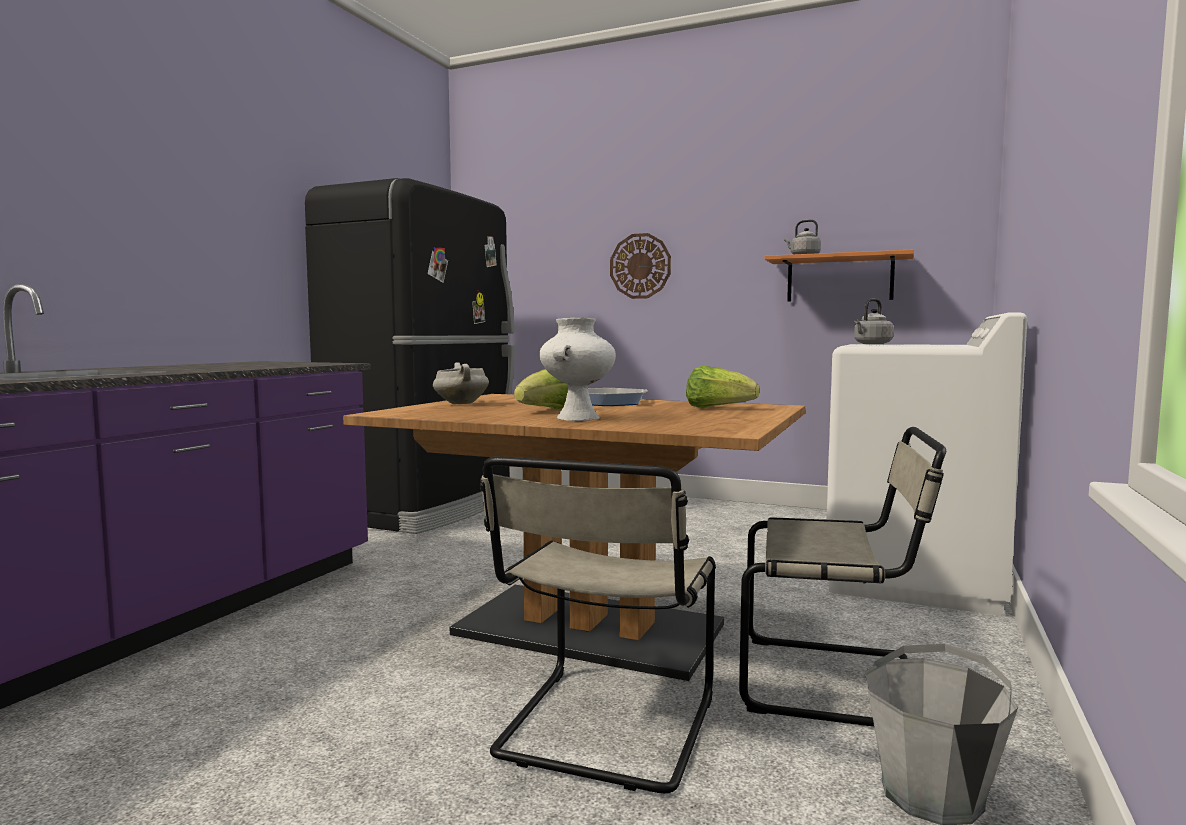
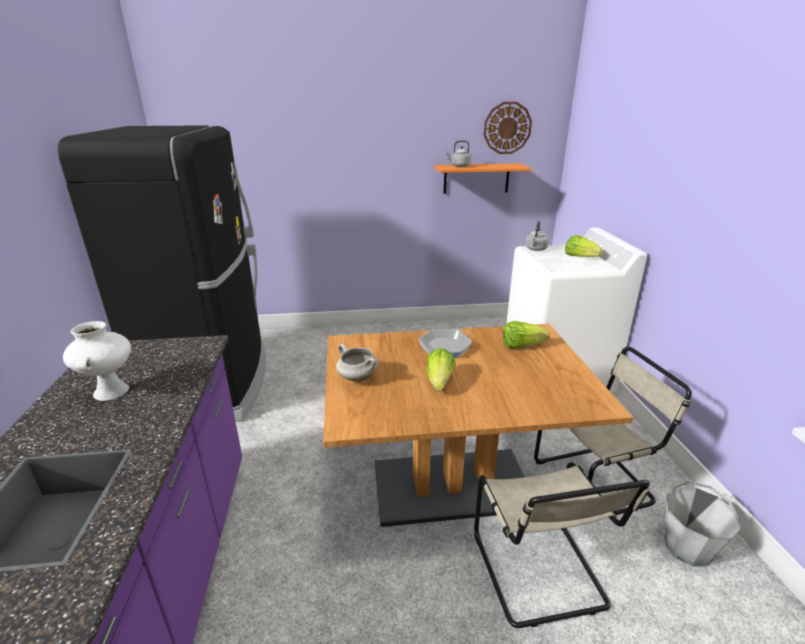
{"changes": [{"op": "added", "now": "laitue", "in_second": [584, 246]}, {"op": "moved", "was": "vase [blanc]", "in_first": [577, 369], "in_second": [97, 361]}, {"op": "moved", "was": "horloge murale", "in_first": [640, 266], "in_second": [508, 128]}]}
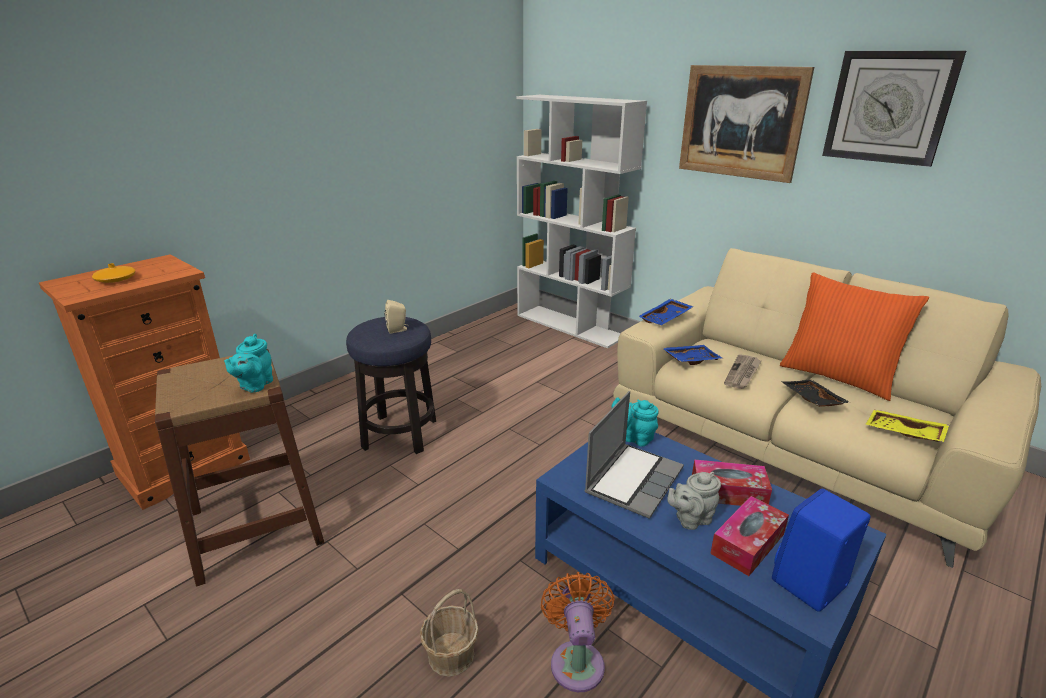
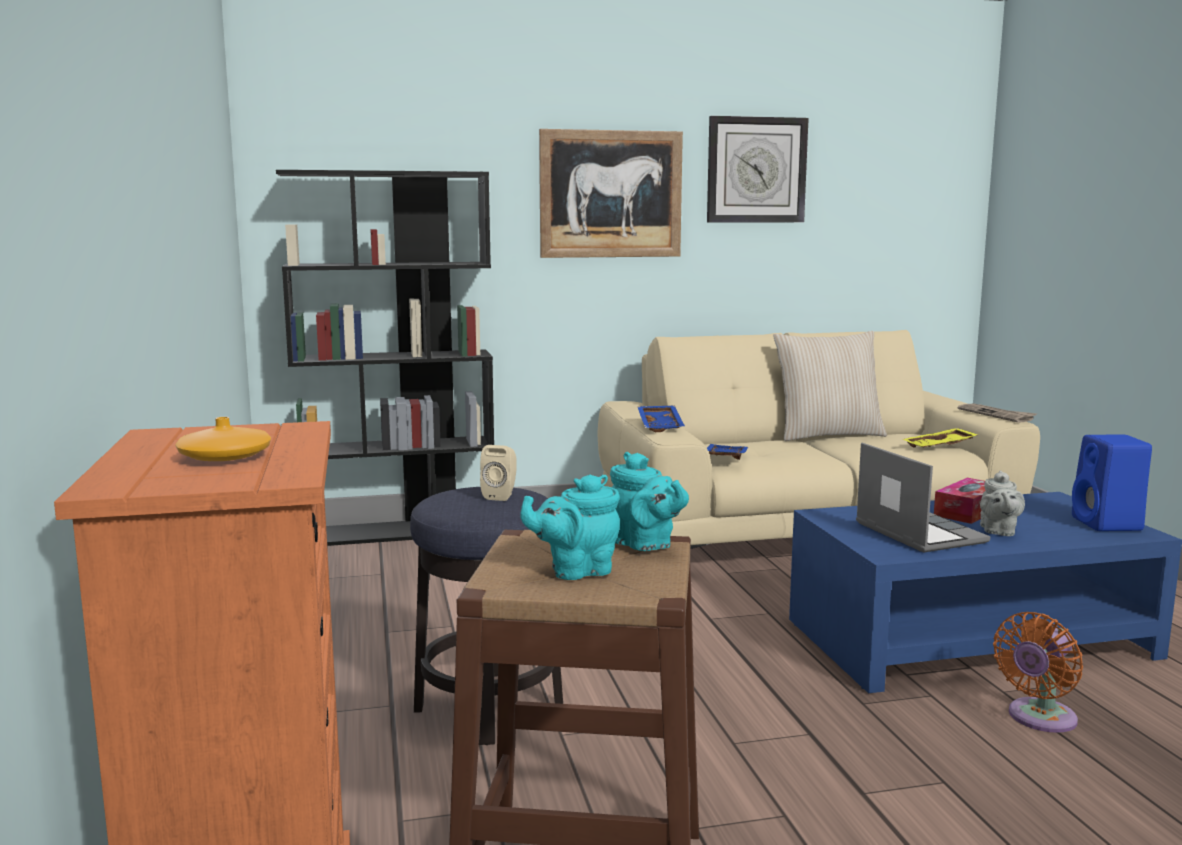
{"changes": [{"op": "removed", "was": "panier", "in_first": [449, 633]}, {"op": "removed", "was": "boîte à mouchoirs", "in_first": [749, 536]}, {"op": "removed", "was": "plateau [noir]", "in_first": [816, 393]}, {"op": "moved", "was": "théière [turquoise]", "in_first": [635, 421], "in_second": [570, 527]}, {"op": "moved", "was": "journal", "in_first": [742, 371], "in_second": [997, 413]}, {"op": "recoloured", "was": "bibliothèque [blanc]", "now": "bibliothèque [noir]", "in_first": [581, 221], "in_second": [385, 358]}, {"op": "recoloured", "was": "coussin [orange]", "now": "coussin [beige]", "in_first": [854, 336], "in_second": [830, 386]}, {"op": "turned", "was": "ventilateur [orange]", "in_first": [578, 632], "in_second": [1038, 672], "clockwise": -75}]}
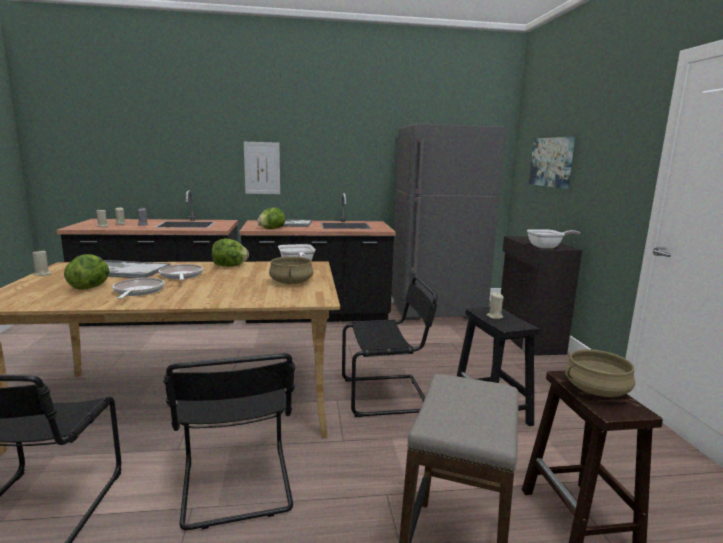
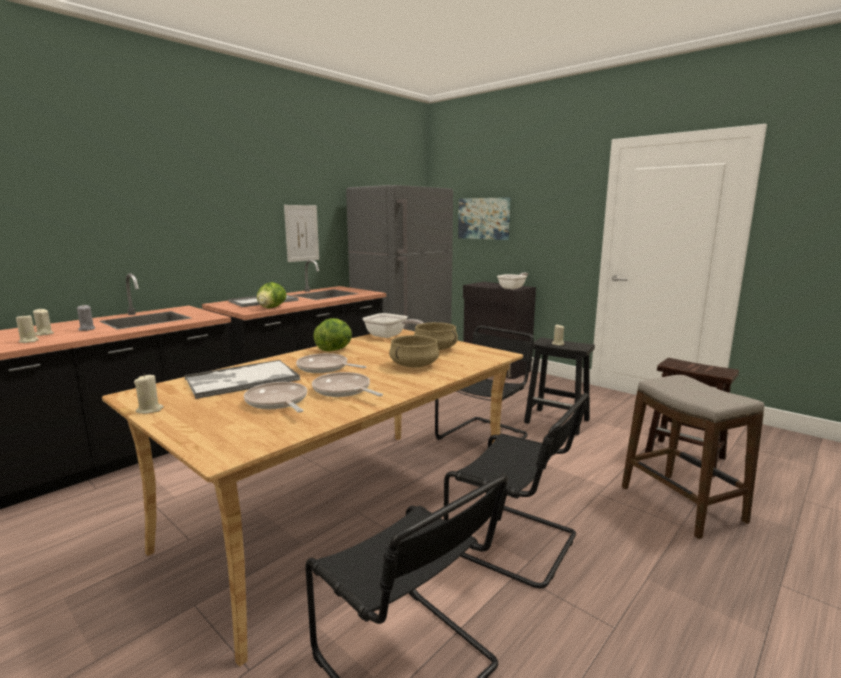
{"changes": [{"op": "moved", "was": "tableau", "in_first": [262, 168], "in_second": [301, 233]}, {"op": "moved", "was": "marmite [beige]", "in_first": [600, 373], "in_second": [414, 351]}, {"op": "replaced", "was": "laitue", "now": "poêle", "in_first": [87, 272], "in_second": [275, 397]}]}
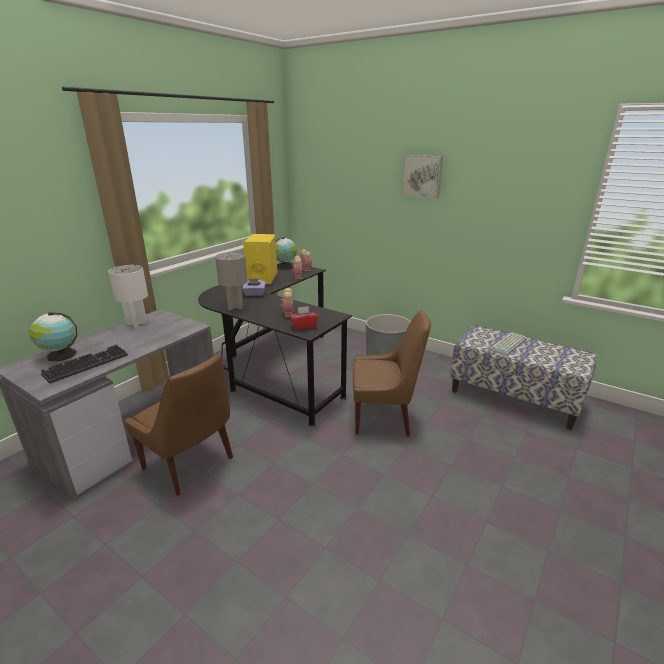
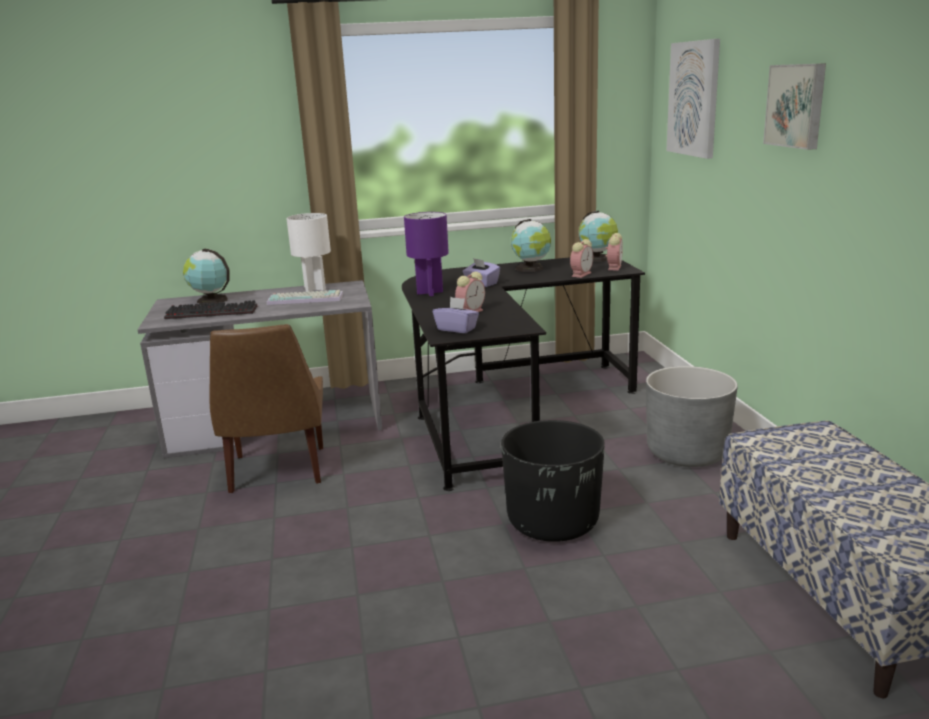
{"changes": [{"op": "added", "now": "tableau", "in_second": [693, 99]}, {"op": "moved", "was": "clavier", "in_first": [508, 344], "in_second": [305, 297]}, {"op": "replaced", "was": "enceinte [jaune]", "now": "globe", "in_first": [260, 259], "in_second": [531, 245]}, {"op": "replaced", "was": "chaise [marron]", "now": "cache-pot [noir]", "in_first": [392, 373], "in_second": [553, 481]}, {"op": "recoloured", "was": "lampe de table [gris]", "now": "lampe de table [violet]", "in_first": [231, 281], "in_second": [426, 254]}, {"op": "recoloured", "was": "boîte à mouchoirs [rouge]", "now": "boîte à mouchoirs [violet]", "in_first": [304, 318], "in_second": [456, 315]}]}
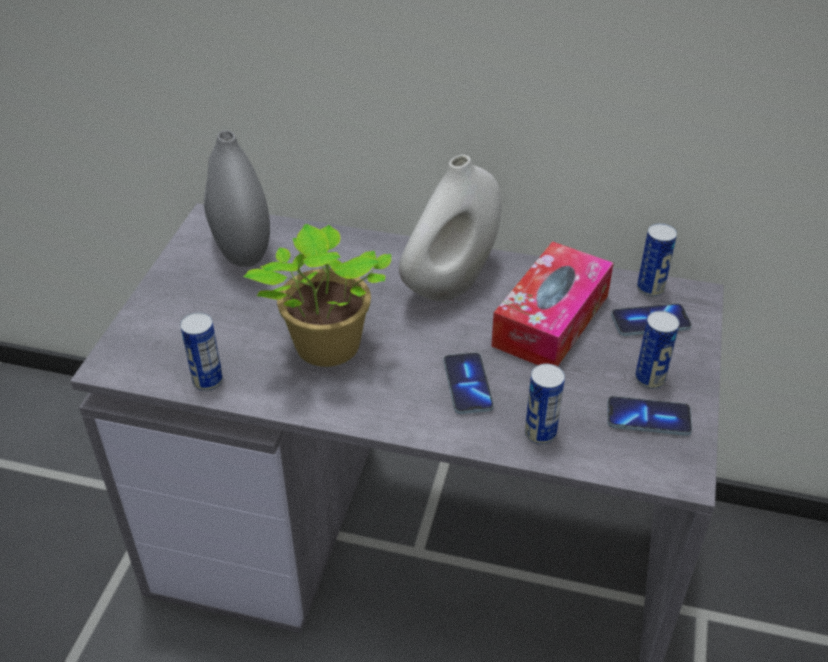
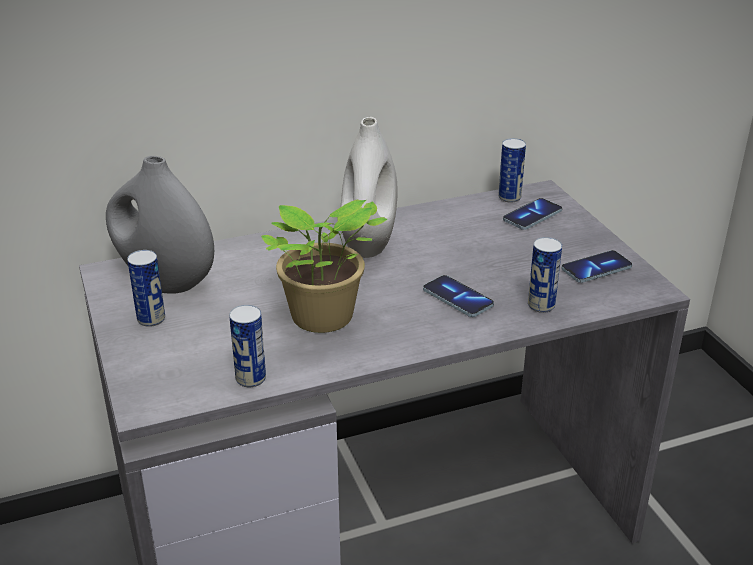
{"changes": [{"op": "removed", "was": "boîte à mouchoirs", "in_first": [552, 303]}, {"op": "moved", "was": "boîte métallique", "in_first": [657, 350], "in_second": [146, 288]}]}
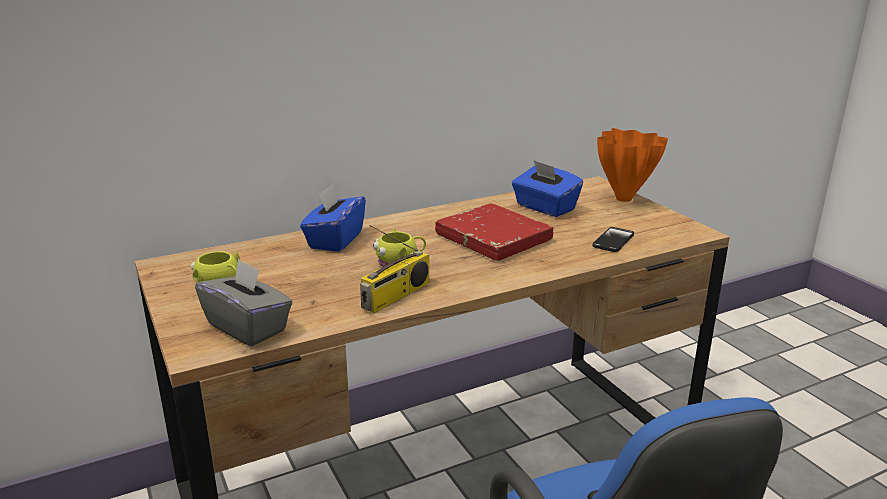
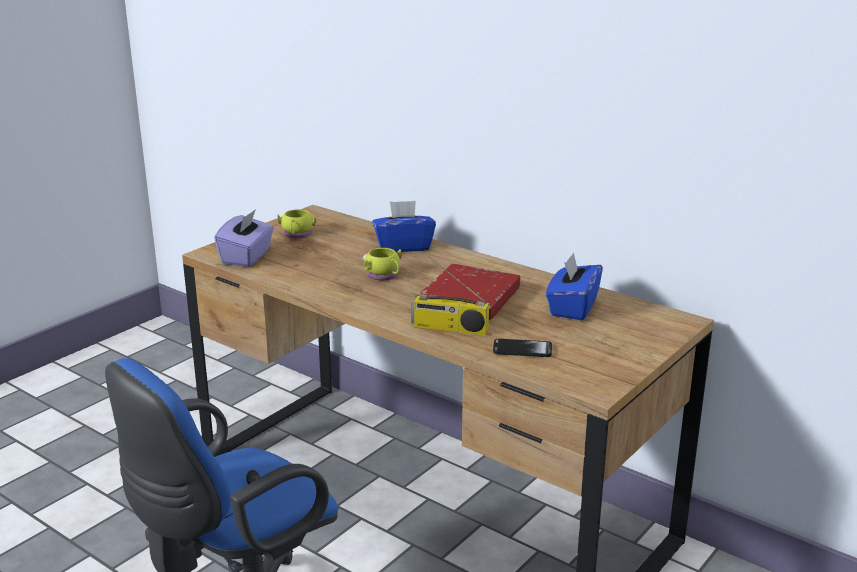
{"changes": [{"op": "removed", "was": "vase [orange]", "in_first": [632, 165]}, {"op": "moved", "was": "radio", "in_first": [394, 269], "in_second": [450, 296]}, {"op": "recoloured", "was": "boîte à mouchoirs [gris]", "now": "boîte à mouchoirs [violet]", "in_first": [244, 302], "in_second": [244, 238]}]}
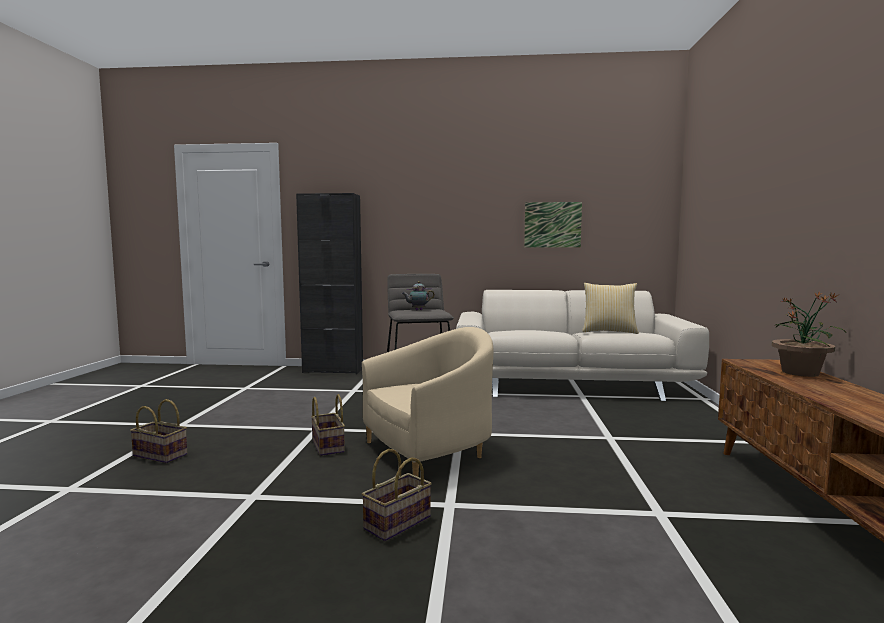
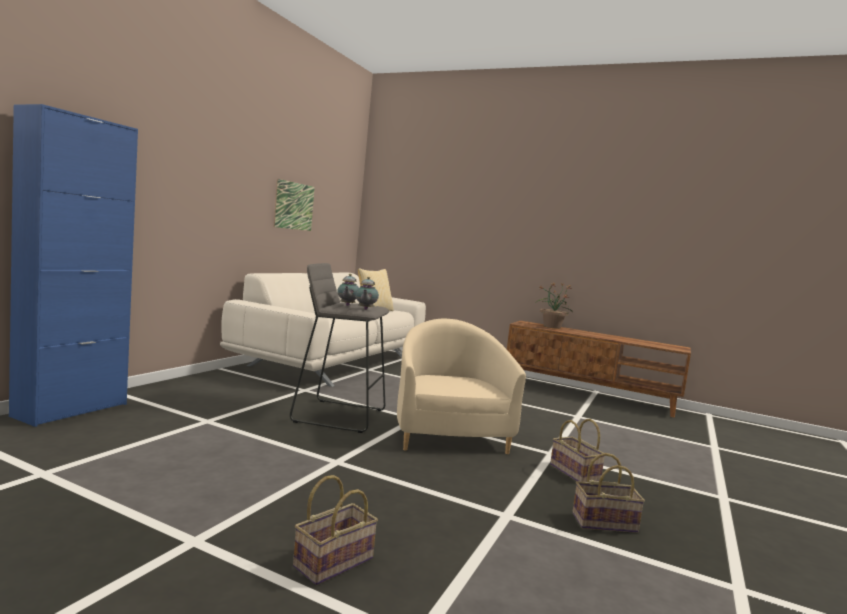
{"changes": [{"op": "added", "now": "théière", "in_second": [367, 293]}, {"op": "moved", "was": "panier", "in_first": [328, 425], "in_second": [608, 493]}, {"op": "recoloured", "was": "meuble de rangement [noir]", "now": "meuble de rangement [bleu]", "in_first": [329, 283], "in_second": [73, 265]}]}
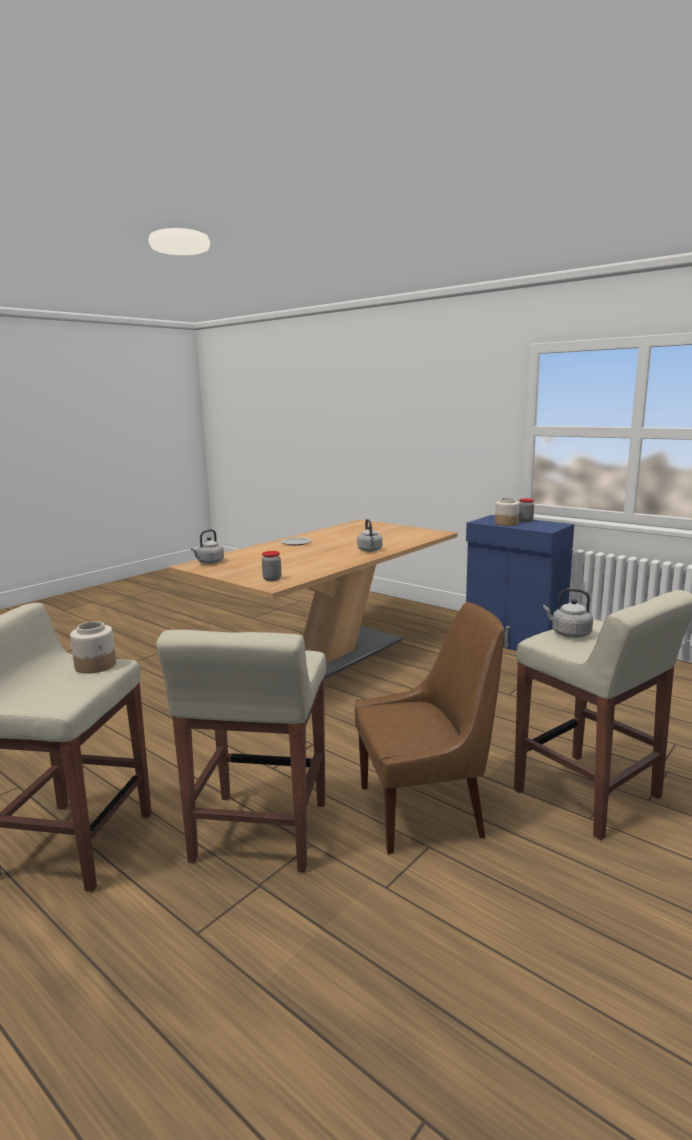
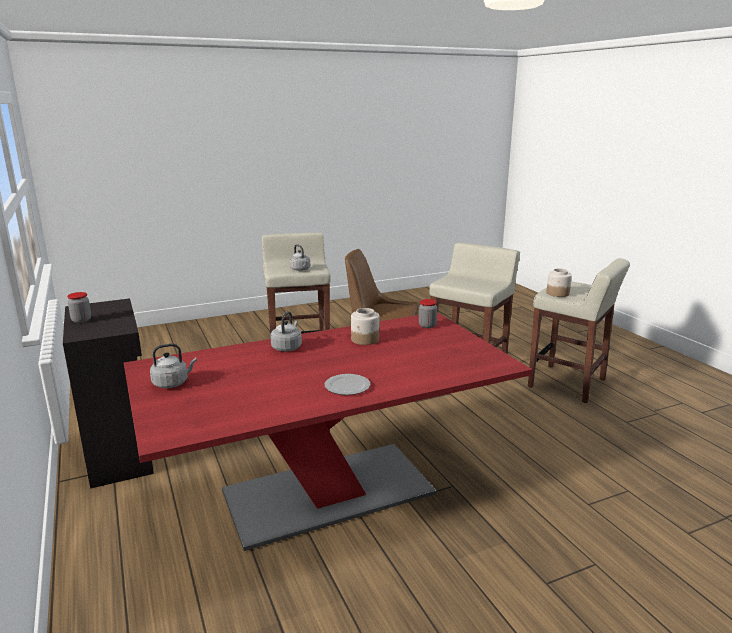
{"changes": [{"op": "moved", "was": "bouilloire [gris]", "in_first": [207, 546], "in_second": [173, 365]}, {"op": "moved", "was": "bocal", "in_first": [507, 512], "in_second": [365, 326]}, {"op": "recoloured", "was": "table à manger [beige]", "now": "table à manger [rouge]", "in_first": [313, 599], "in_second": [328, 431]}, {"op": "recoloured", "was": "meuble de rangement [bleu]", "now": "meuble de rangement [noir]", "in_first": [520, 583], "in_second": [108, 393]}]}
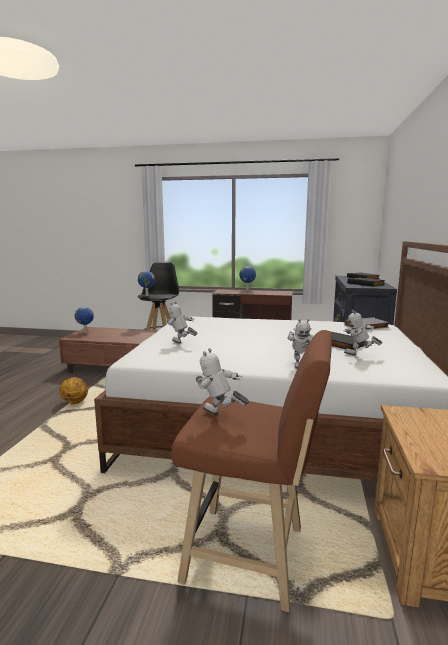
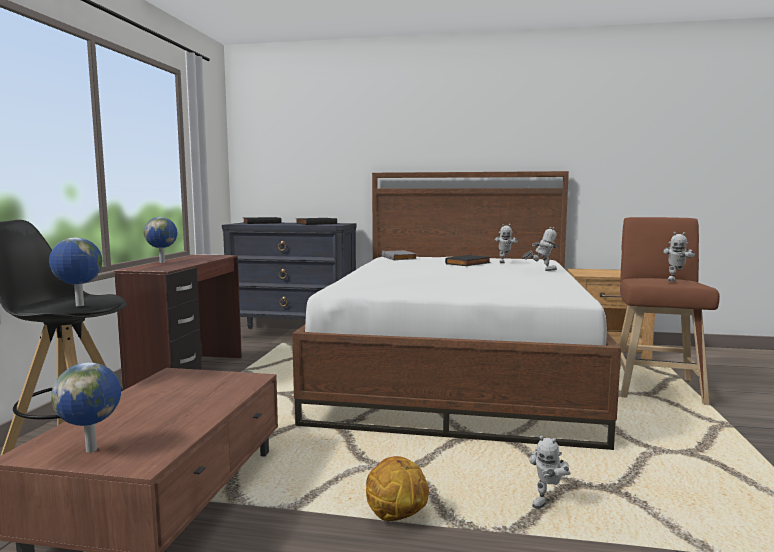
{"changes": [{"op": "moved", "was": "robot jouet", "in_first": [182, 323], "in_second": [550, 472]}]}
